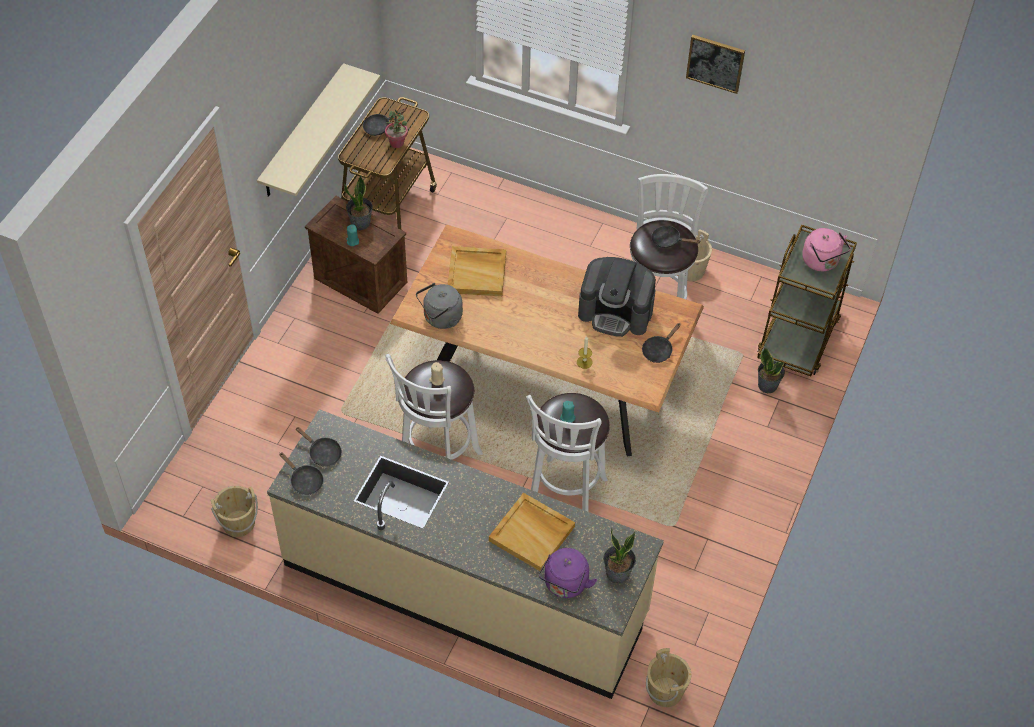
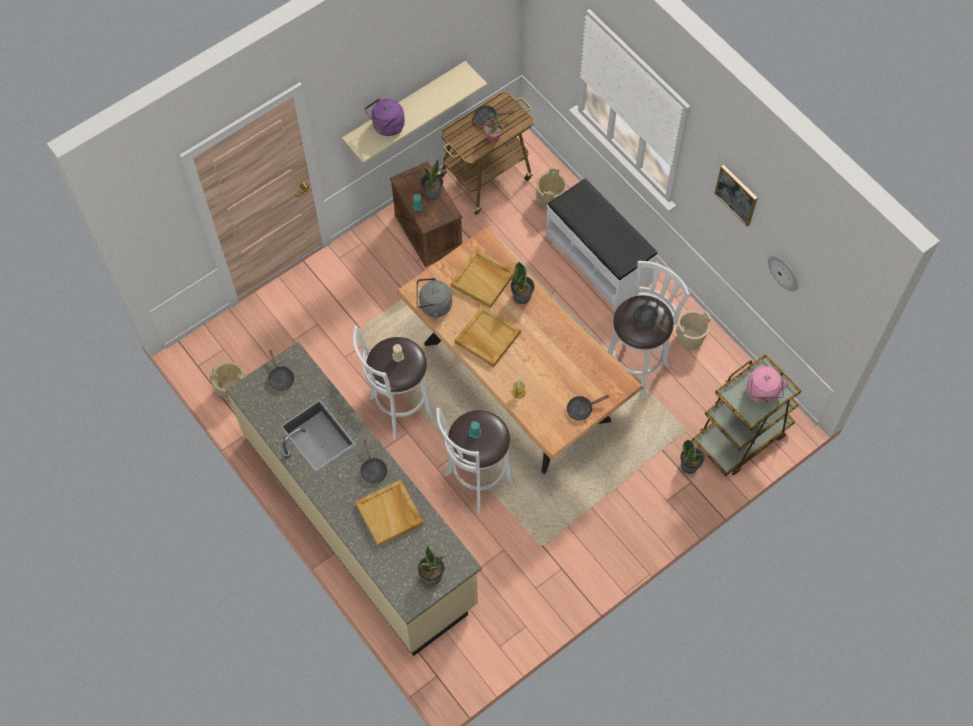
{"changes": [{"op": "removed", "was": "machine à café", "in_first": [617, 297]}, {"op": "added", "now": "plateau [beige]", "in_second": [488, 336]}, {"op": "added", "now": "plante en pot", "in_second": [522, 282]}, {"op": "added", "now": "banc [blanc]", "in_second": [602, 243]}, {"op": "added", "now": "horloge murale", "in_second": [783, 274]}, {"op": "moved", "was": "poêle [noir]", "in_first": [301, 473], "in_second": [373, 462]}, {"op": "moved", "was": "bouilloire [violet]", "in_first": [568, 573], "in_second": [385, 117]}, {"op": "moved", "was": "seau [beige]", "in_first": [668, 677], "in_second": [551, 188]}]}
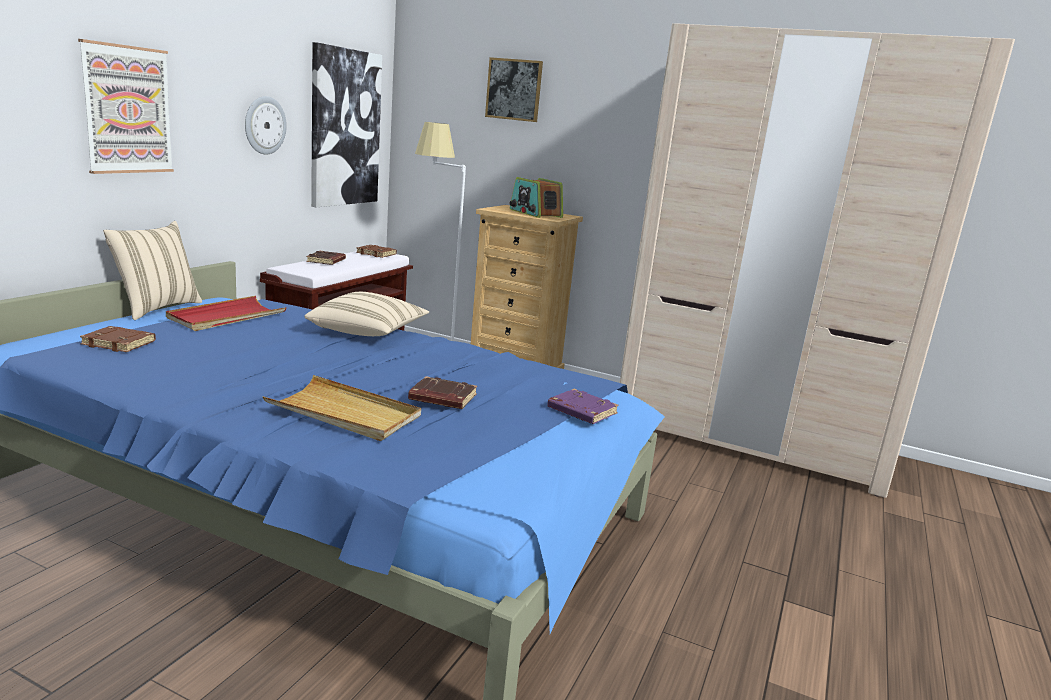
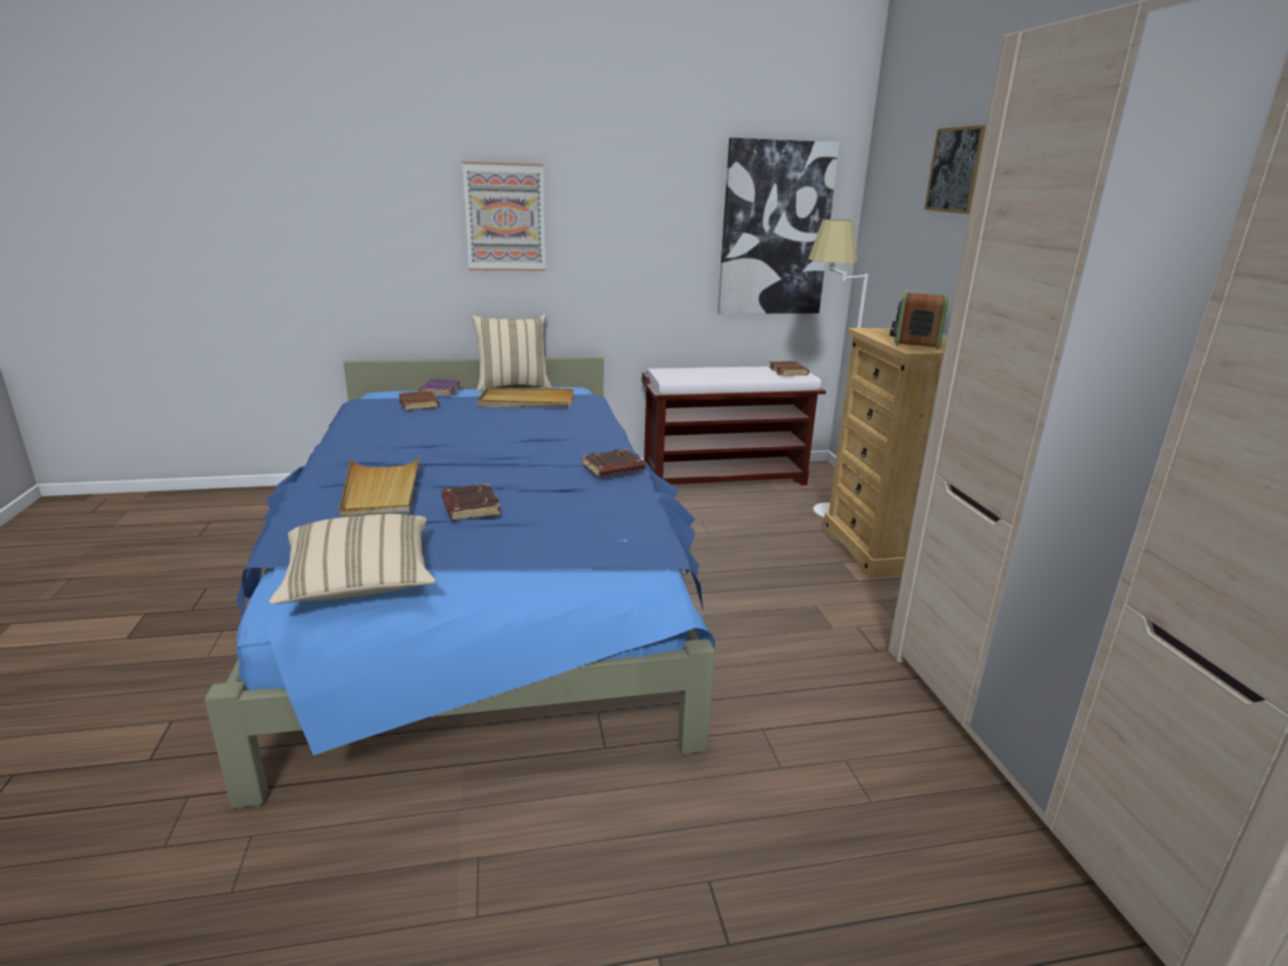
{"changes": [{"op": "removed", "was": "horloge murale", "in_first": [266, 125]}, {"op": "moved", "was": "coussin [beige]", "in_first": [367, 314], "in_second": [352, 559]}, {"op": "moved", "was": "livre [marron]", "in_first": [326, 258], "in_second": [613, 463]}, {"op": "moved", "was": "livre [violet]", "in_first": [583, 406], "in_second": [440, 387]}, {"op": "recoloured", "was": "plateau [rouge]", "now": "plateau [beige]", "in_first": [226, 313], "in_second": [525, 397]}]}
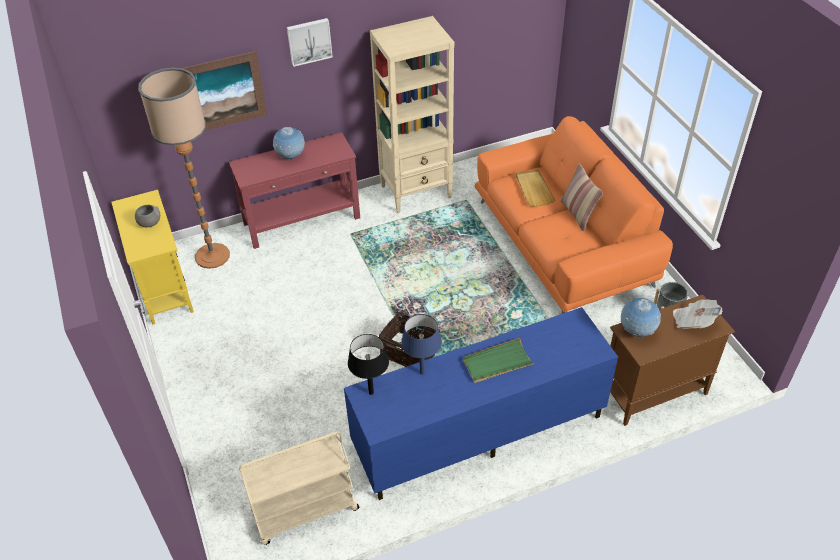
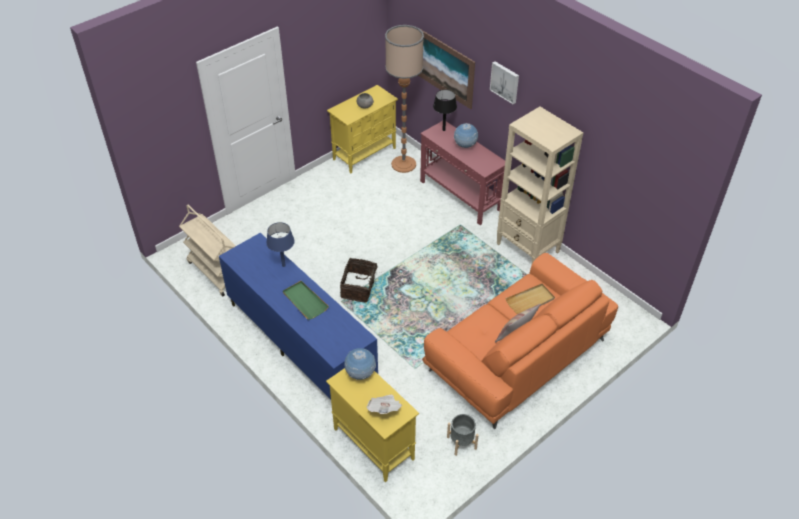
{"changes": [{"op": "moved", "was": "lampe de table [noir]", "in_first": [368, 364], "in_second": [445, 110]}, {"op": "recoloured", "was": "meuble de rangement [marron]", "now": "meuble de rangement [jaune]", "in_first": [672, 360], "in_second": [372, 425]}]}
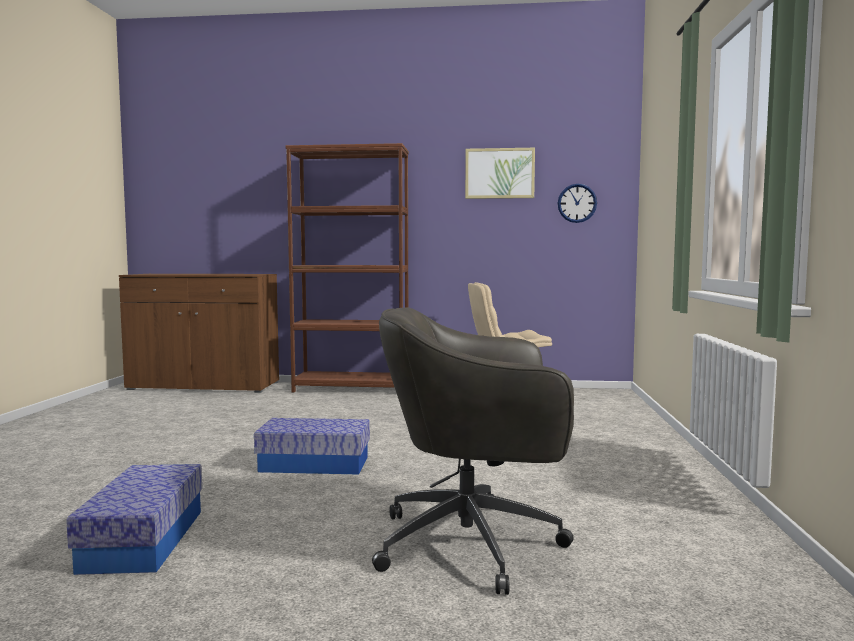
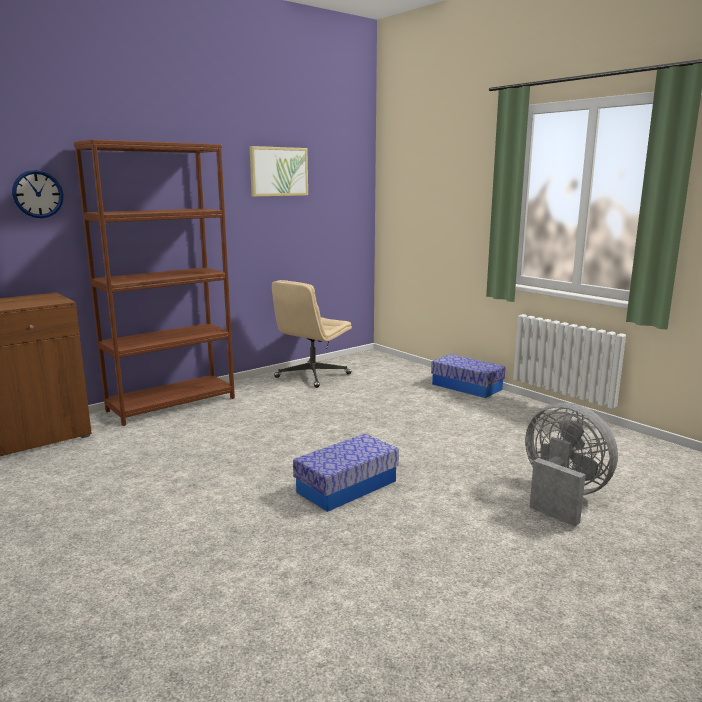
{"changes": [{"op": "moved", "was": "boîte de rangement", "in_first": [134, 519], "in_second": [468, 376]}, {"op": "moved", "was": "horloge murale", "in_first": [577, 203], "in_second": [37, 194]}, {"op": "replaced", "was": "chaise de bureau [gris]", "now": "ventilateur [gris]", "in_first": [473, 451], "in_second": [571, 465]}]}
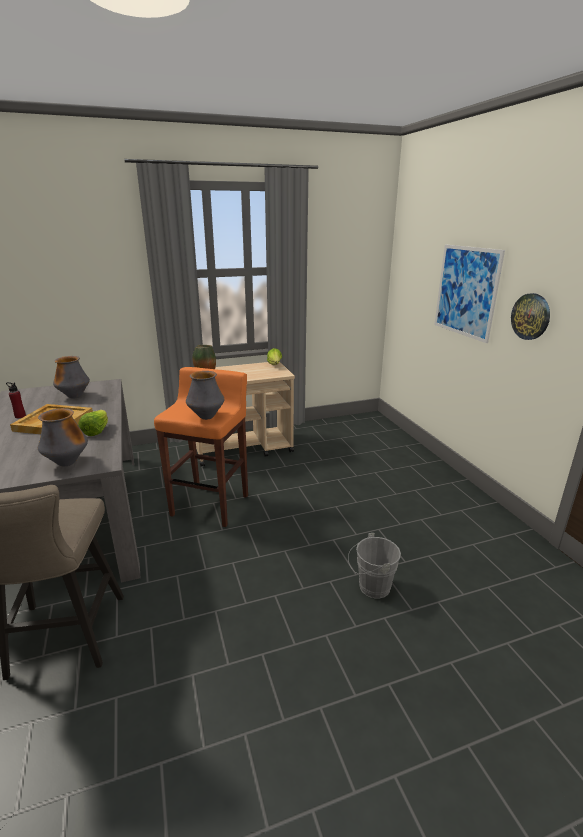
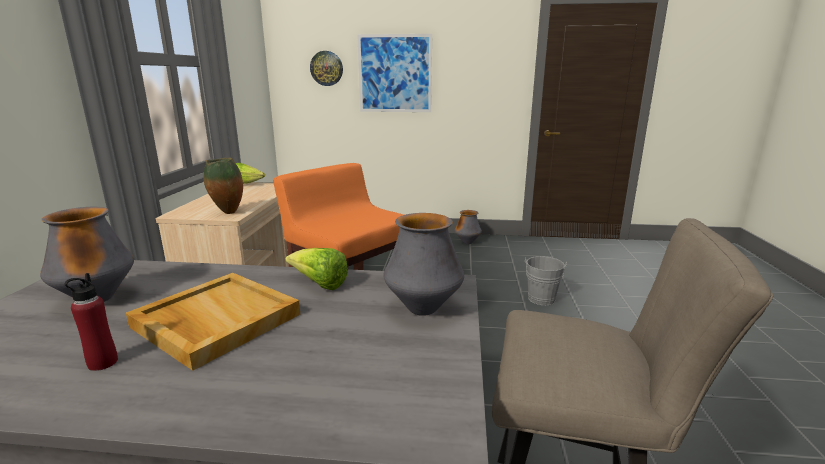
{"changes": [{"op": "moved", "was": "vase", "in_first": [205, 395], "in_second": [468, 227]}, {"op": "moved", "was": "horloge murale", "in_first": [530, 316], "in_second": [326, 68]}]}
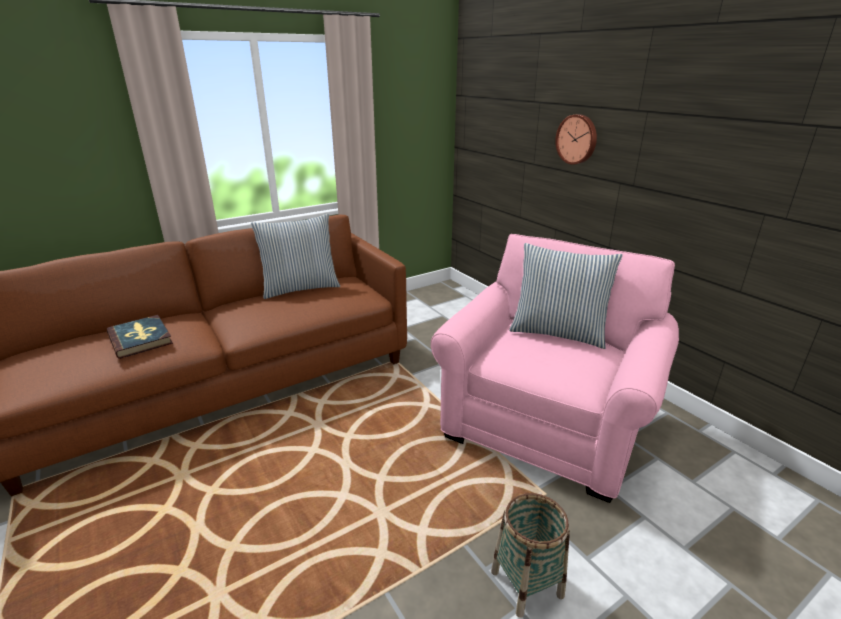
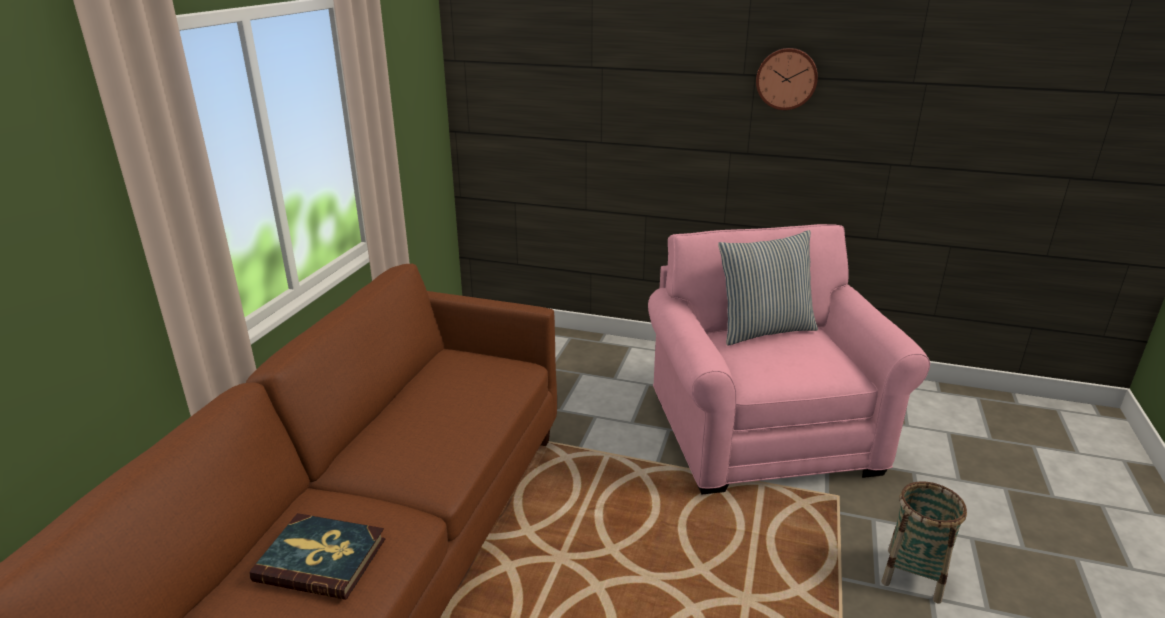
{"changes": [{"op": "removed", "was": "coussin", "in_first": [295, 256]}, {"op": "moved", "was": "horloge murale", "in_first": [576, 139], "in_second": [787, 79]}]}
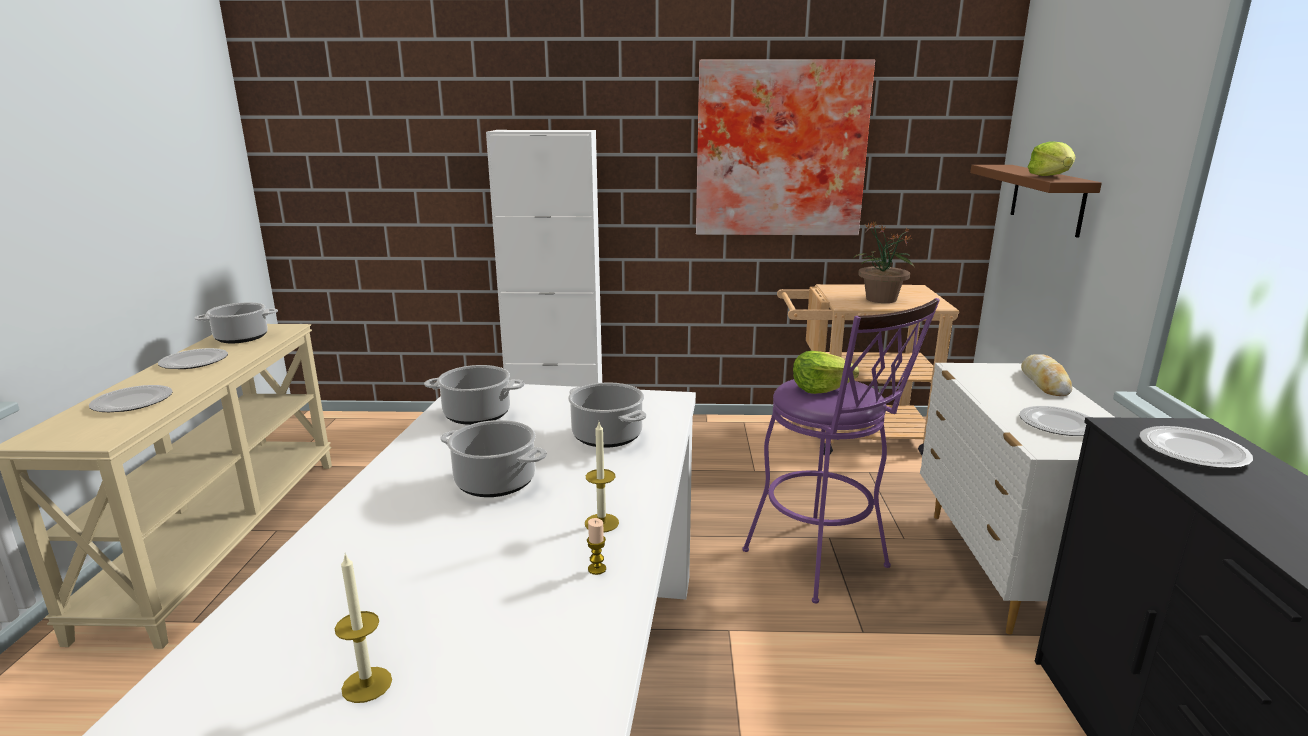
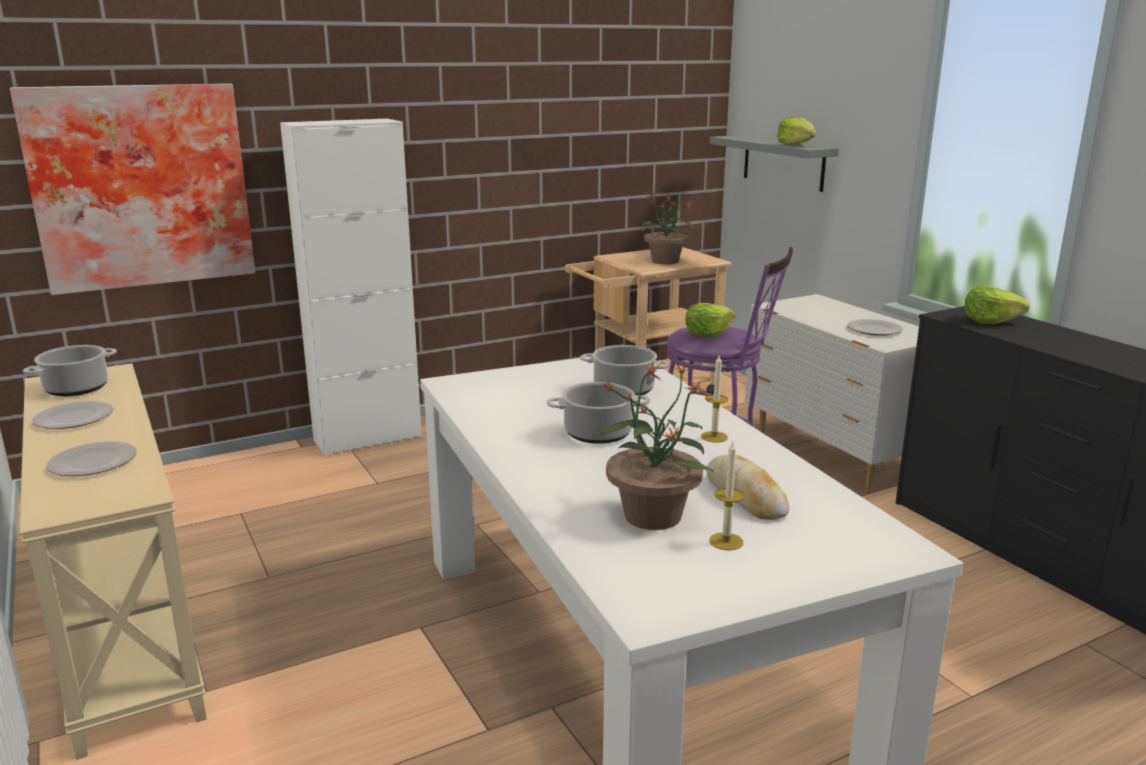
{"changes": [{"op": "removed", "was": "marmite", "in_first": [474, 395]}, {"op": "removed", "was": "bougie", "in_first": [596, 546]}, {"op": "added", "now": "plante en pot", "in_second": [652, 445]}, {"op": "moved", "was": "tableau", "in_first": [785, 147], "in_second": [132, 189]}, {"op": "moved", "was": "pain", "in_first": [1046, 375], "in_second": [747, 487]}, {"op": "replaced", "was": "assiette", "now": "laitue", "in_first": [1196, 447], "in_second": [997, 305]}, {"op": "recoloured", "was": "étagère [marron]", "now": "étagère [gris]", "in_first": [1036, 201], "in_second": [774, 163]}]}
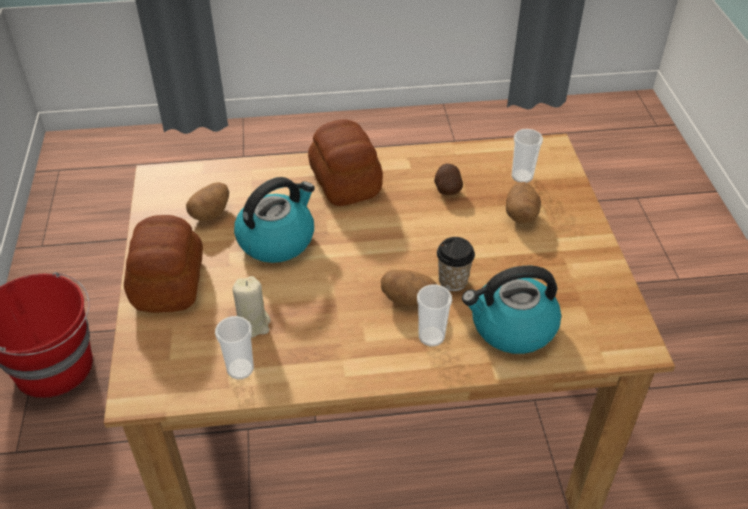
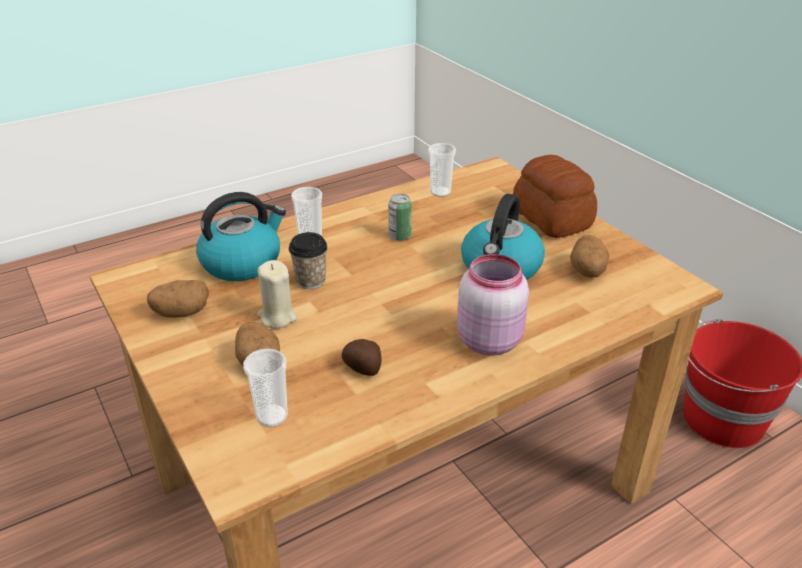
{"changes": [{"op": "added", "now": "boîte métallique", "in_second": [400, 217]}, {"op": "moved", "was": "bougie [beige]", "in_first": [251, 307], "in_second": [277, 294]}, {"op": "moved", "was": "pomme de terre", "in_first": [409, 288], "in_second": [178, 299]}, {"op": "replaced", "was": "pain", "now": "bocal [rose]", "in_first": [345, 162], "in_second": [493, 304]}]}
